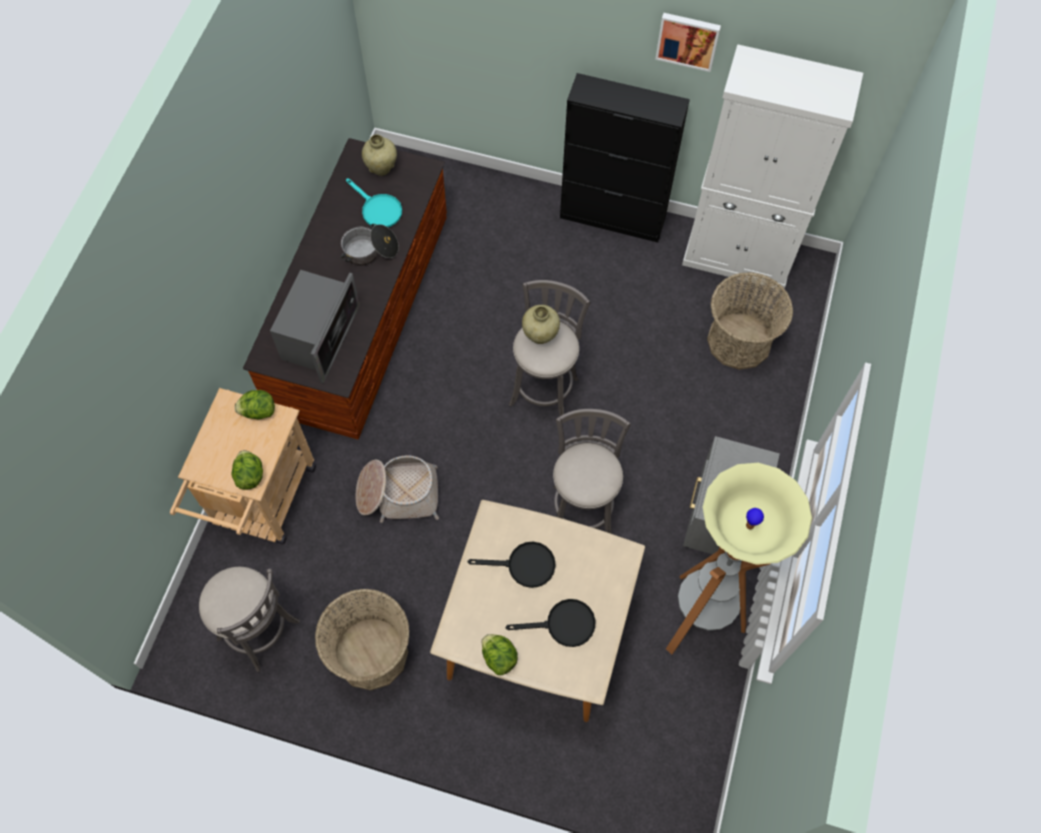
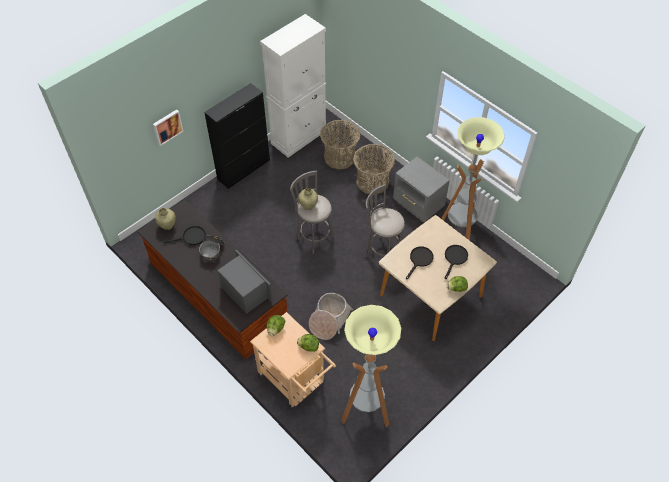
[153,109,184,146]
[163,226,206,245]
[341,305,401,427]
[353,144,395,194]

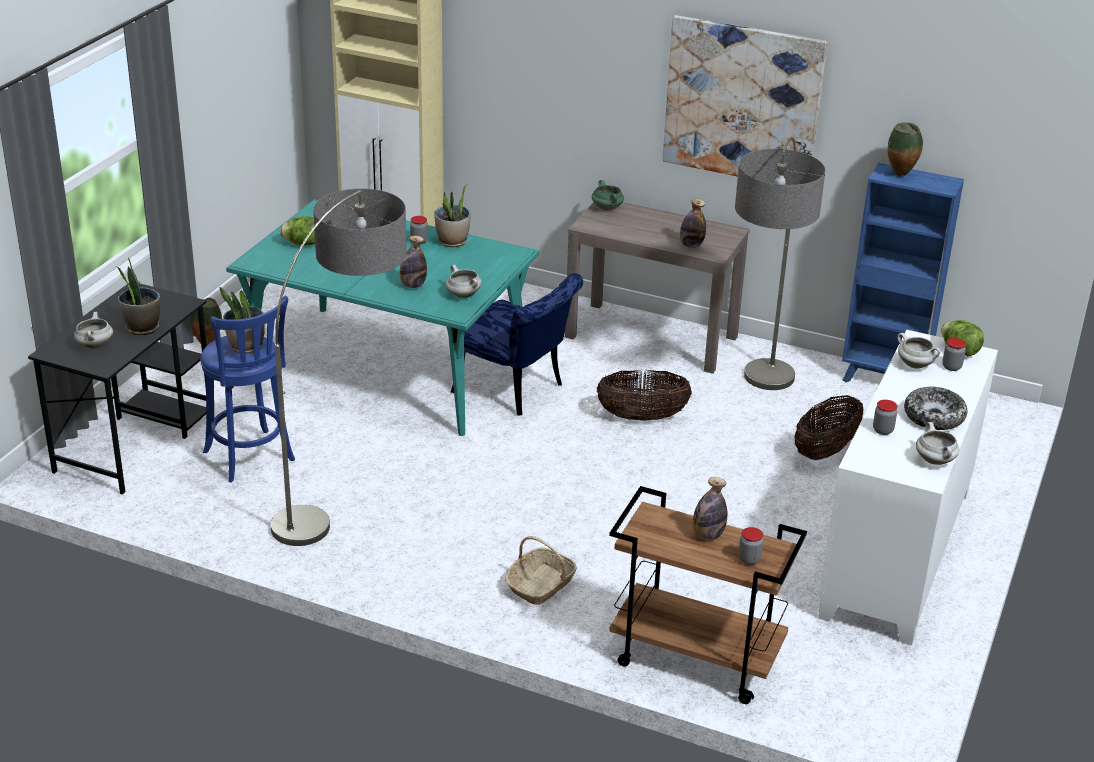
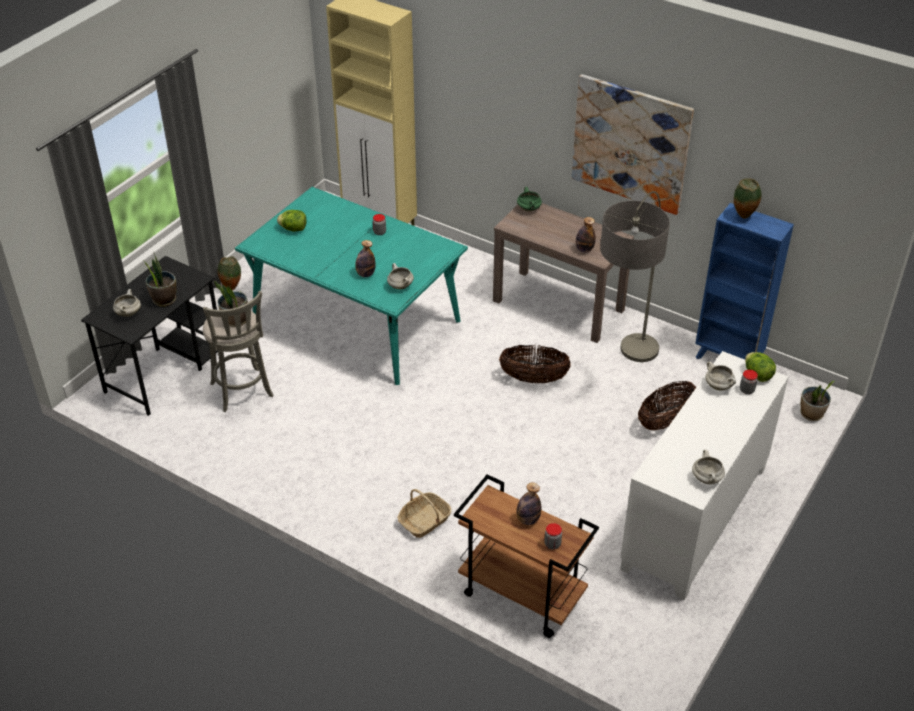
[203,291,274,412]
[800,381,834,421]
[271,189,407,546] (first image)
[451,273,583,416] (first image)
[873,400,897,435] (first image)
[904,387,967,430] (first image)

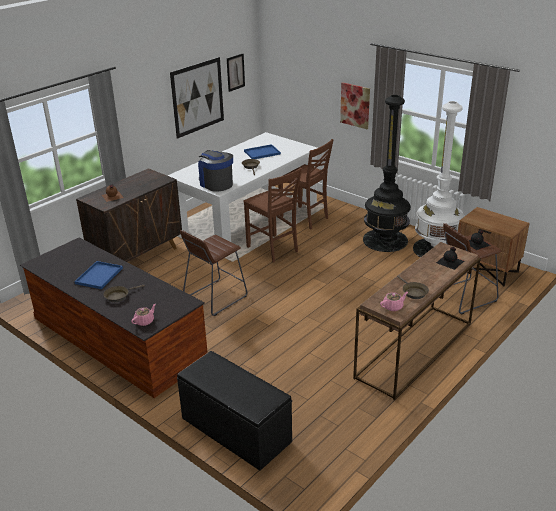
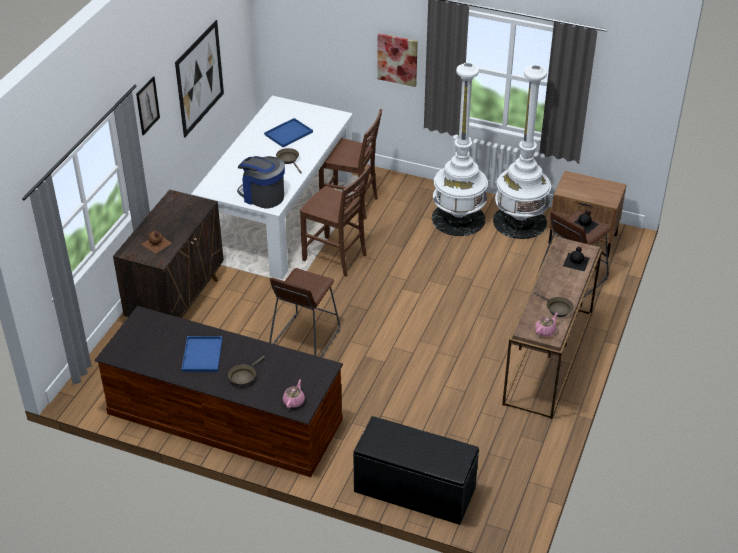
[136,76,160,135]
[432,62,488,236]

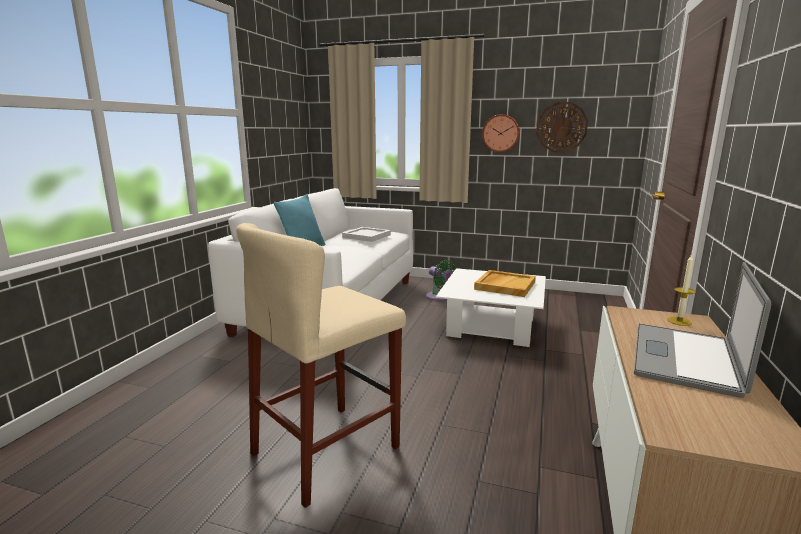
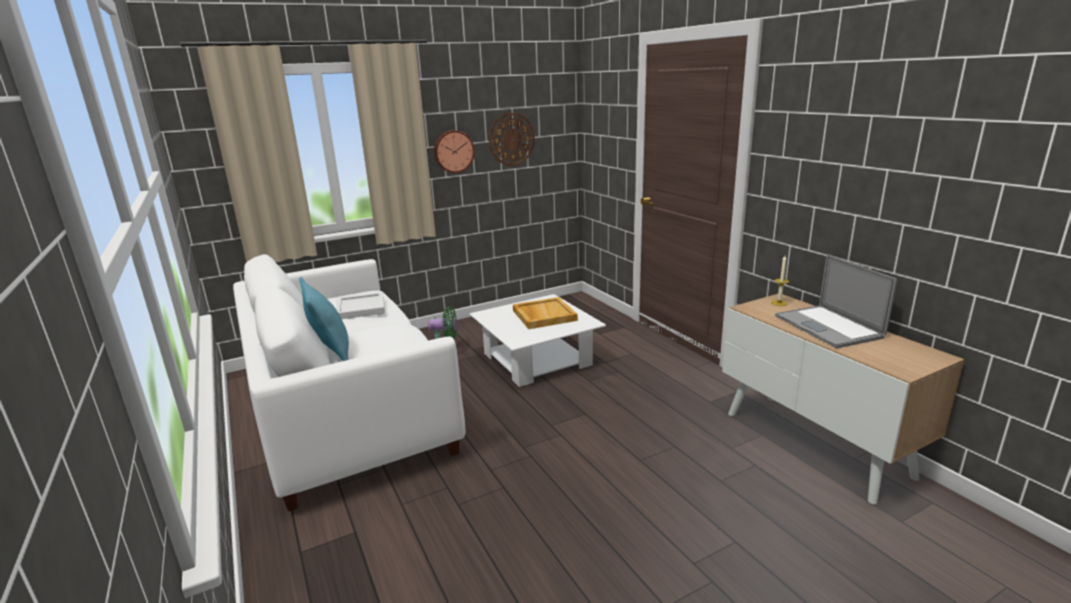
[236,223,406,508] (first image)

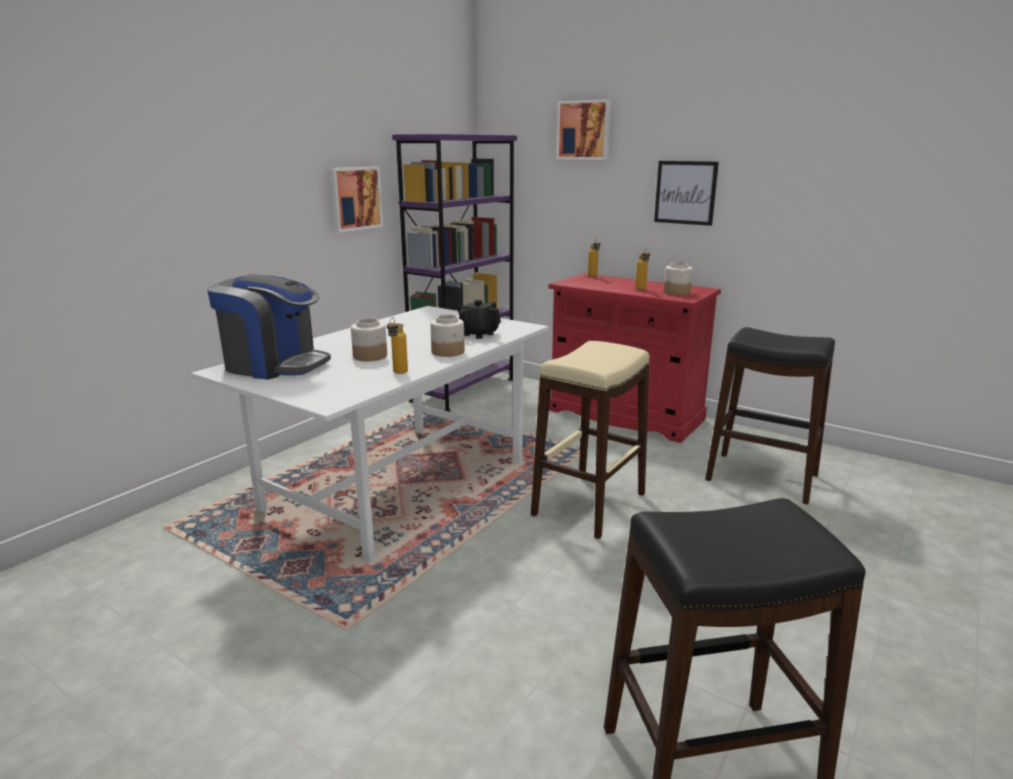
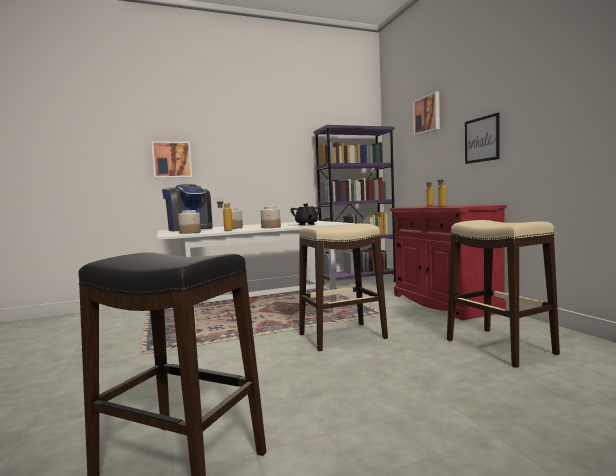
[152,141,192,178]
[178,210,201,234]
[447,220,560,368]

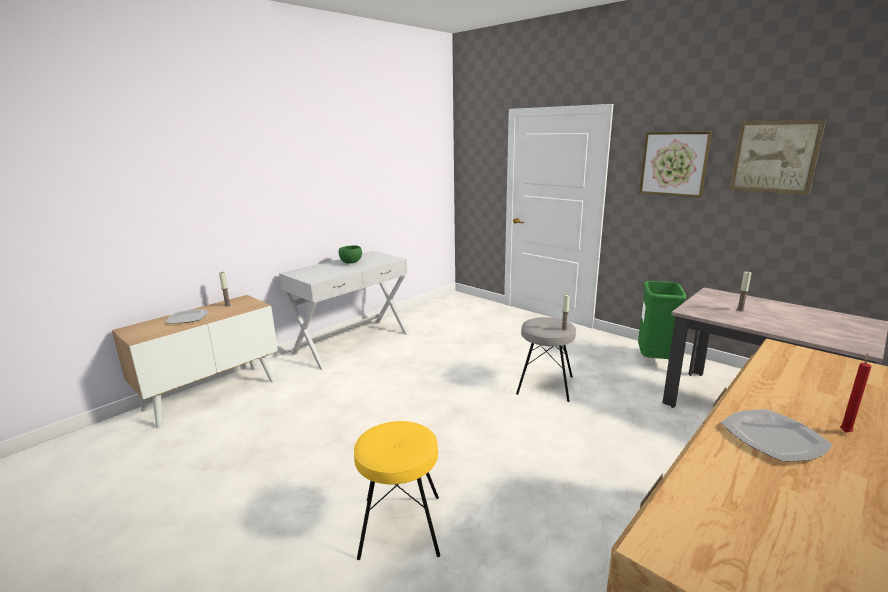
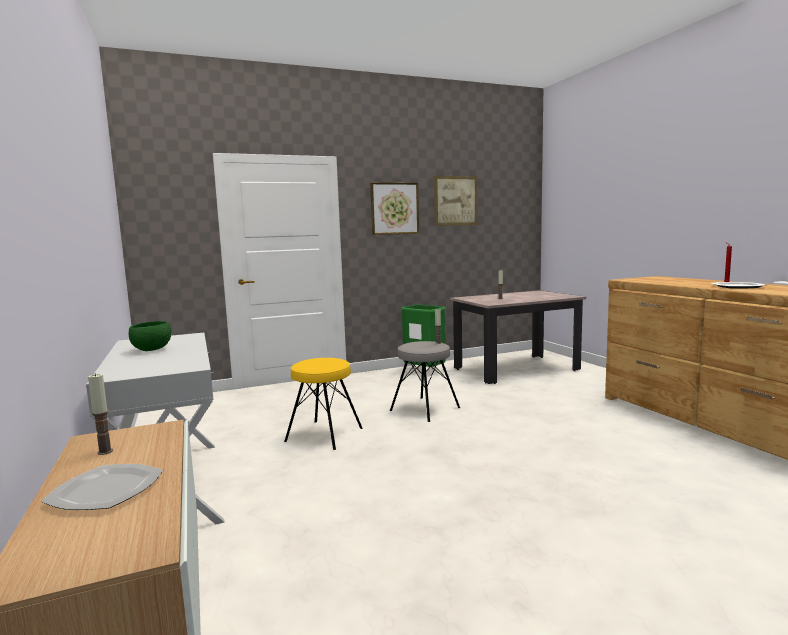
[284,358,363,450]

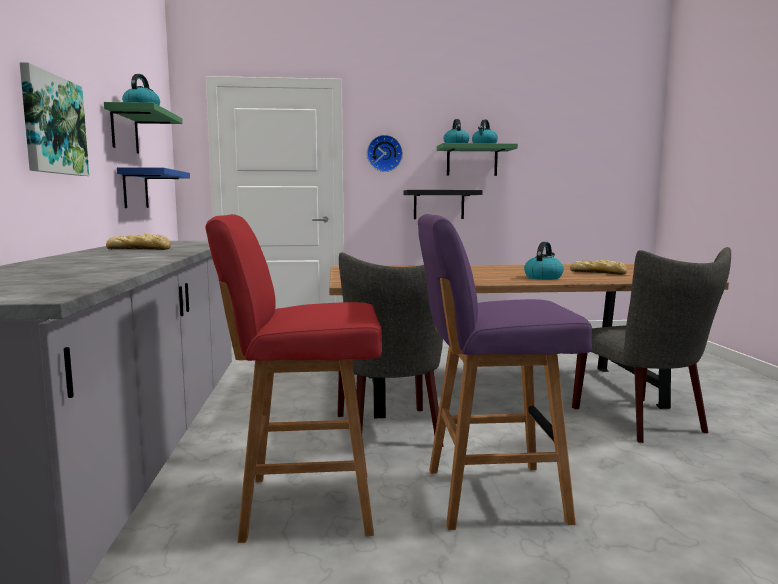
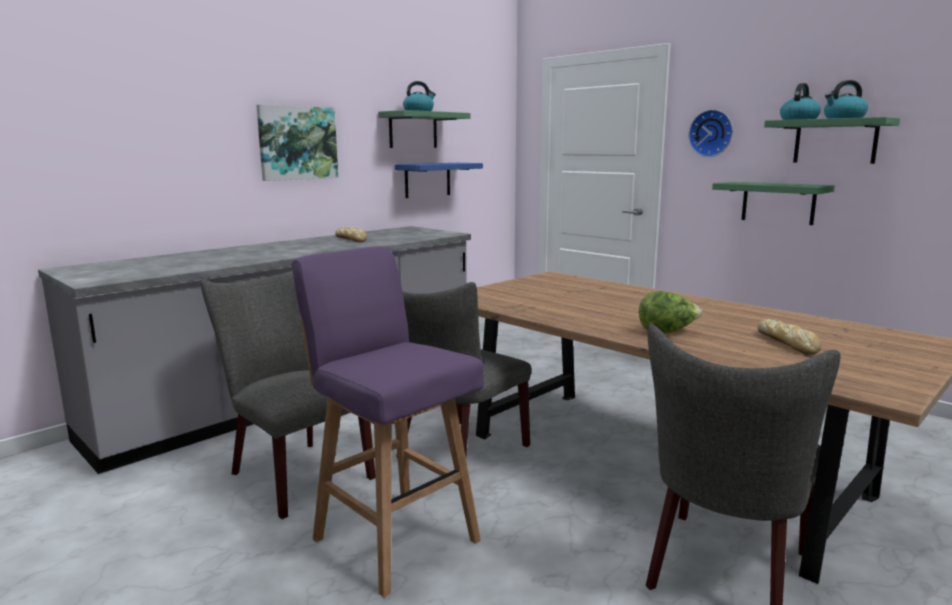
[201,271,376,519]
[639,291,703,334]
[712,181,835,225]

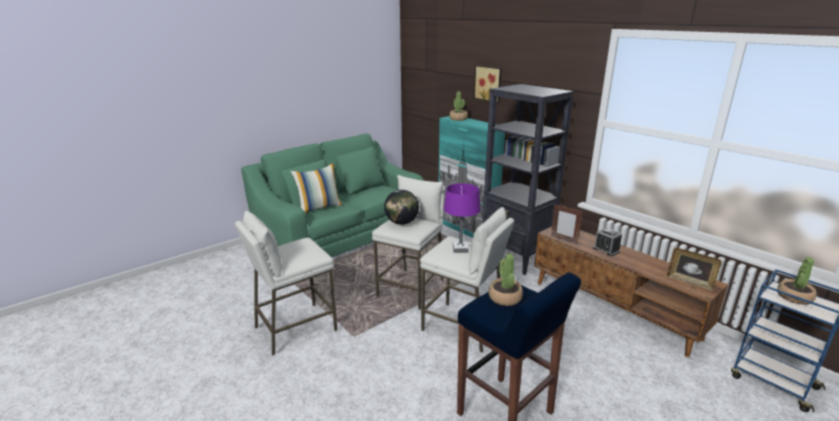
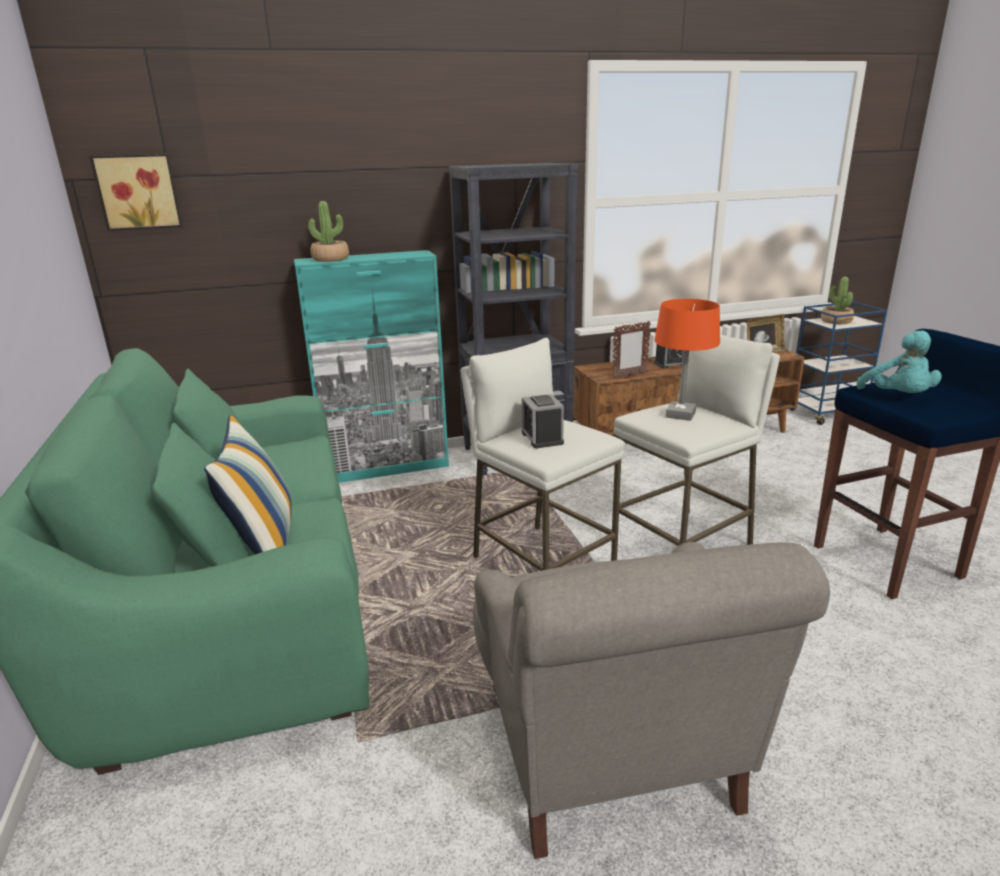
[90,154,182,231]
[473,542,830,859]
[522,394,564,448]
[655,299,720,421]
[857,330,942,393]

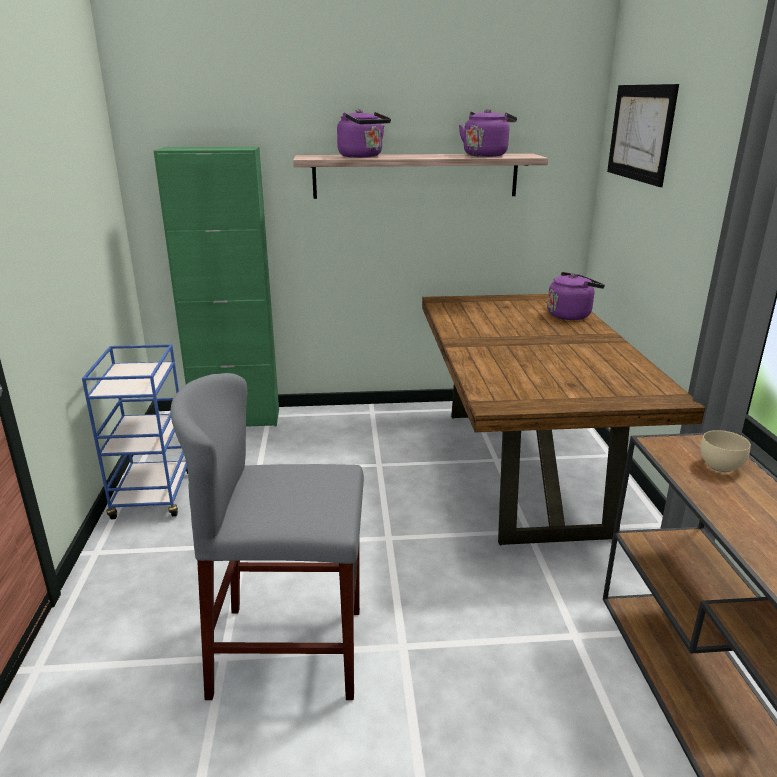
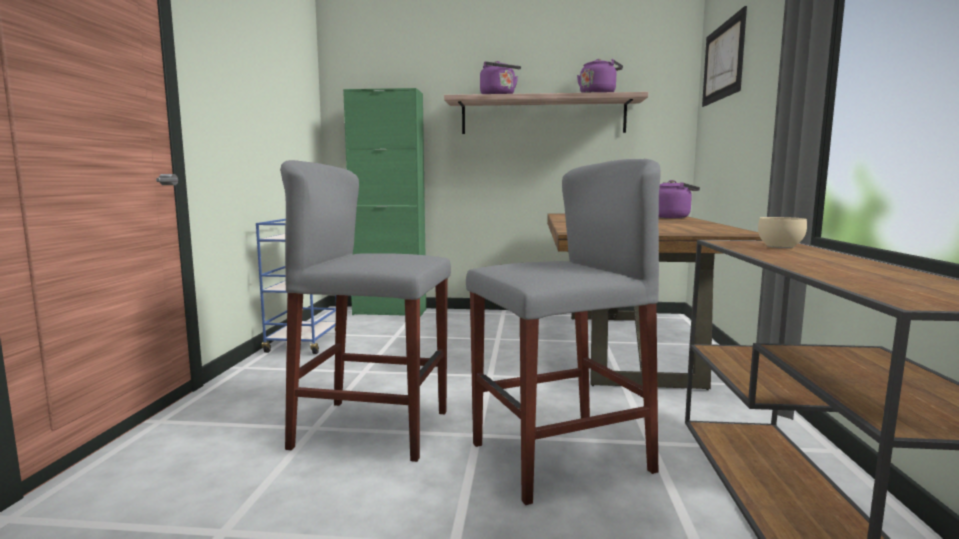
[466,159,661,505]

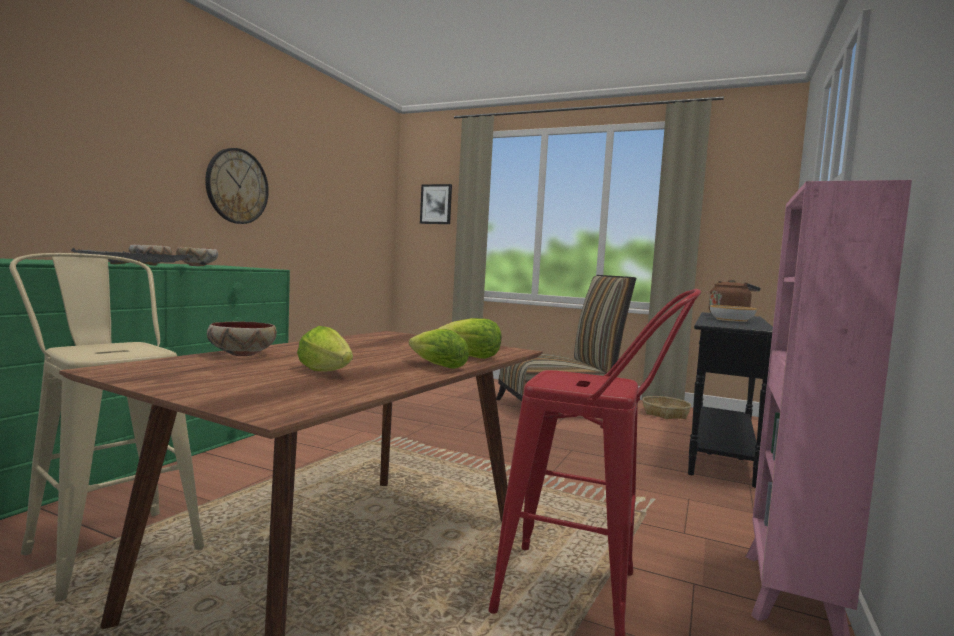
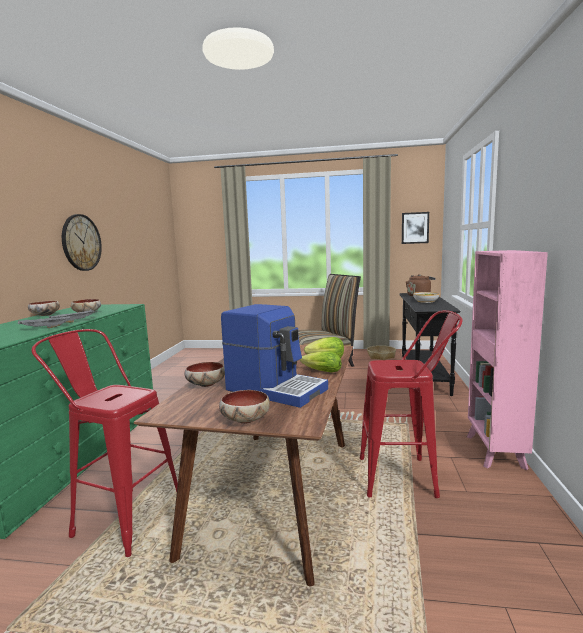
[32,329,178,557]
[219,390,270,424]
[221,304,328,408]
[402,212,429,244]

